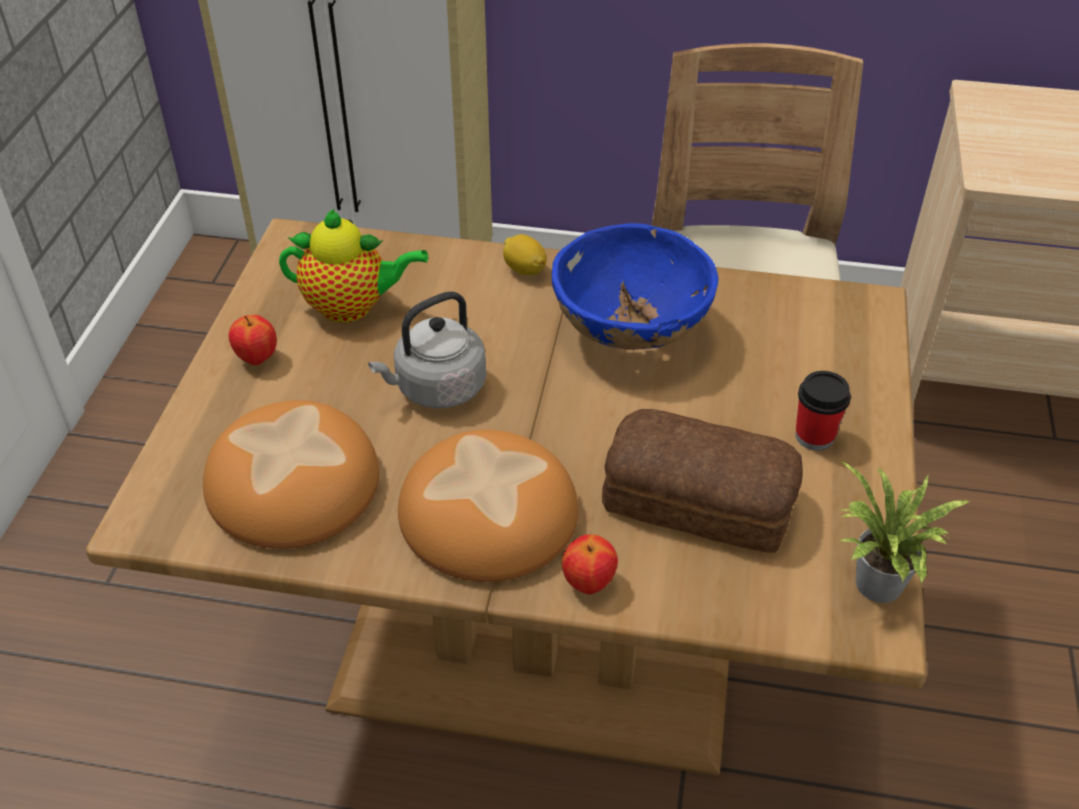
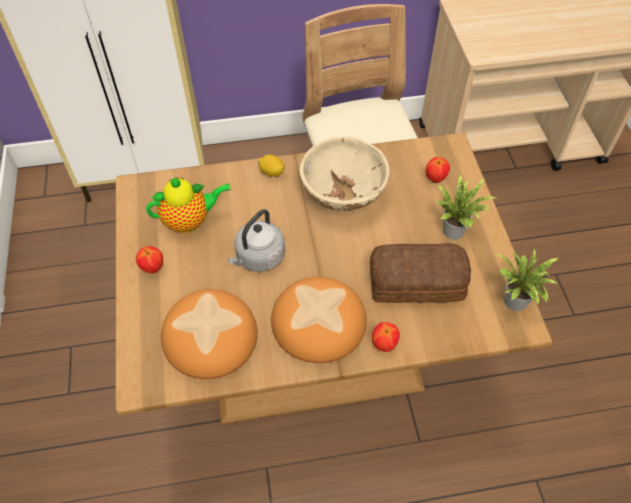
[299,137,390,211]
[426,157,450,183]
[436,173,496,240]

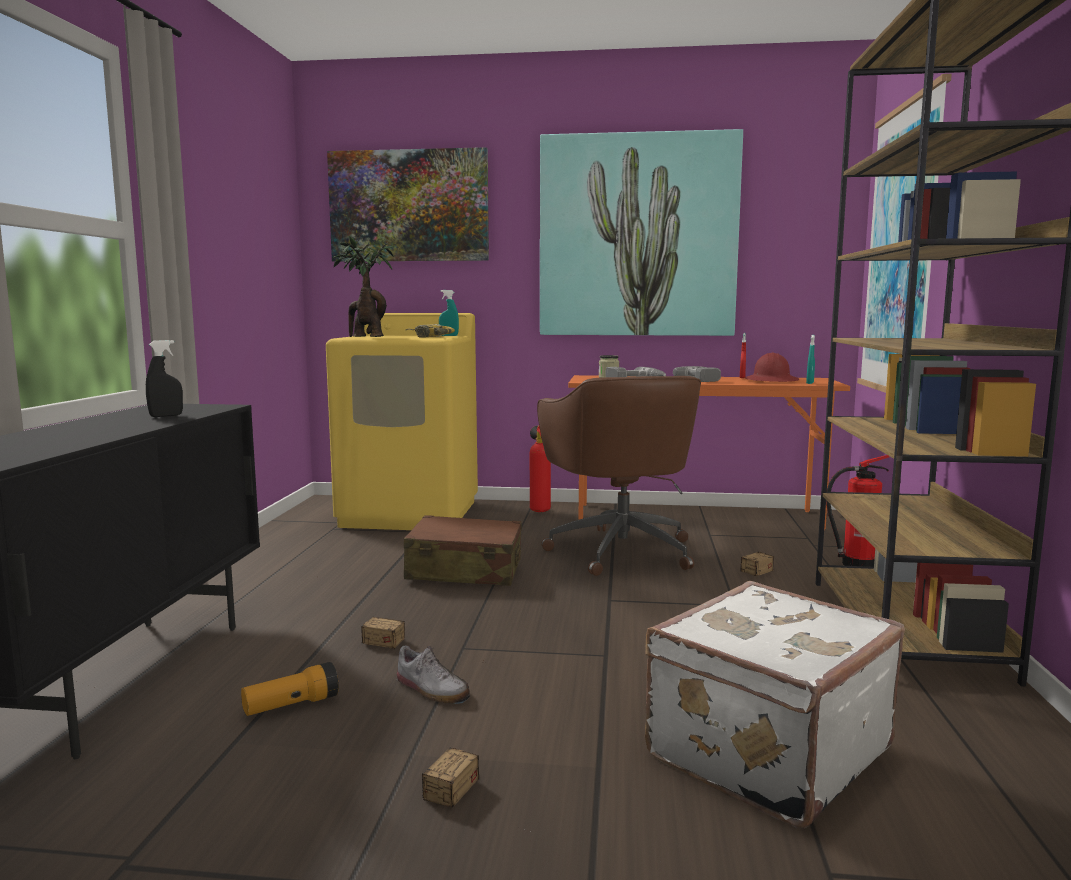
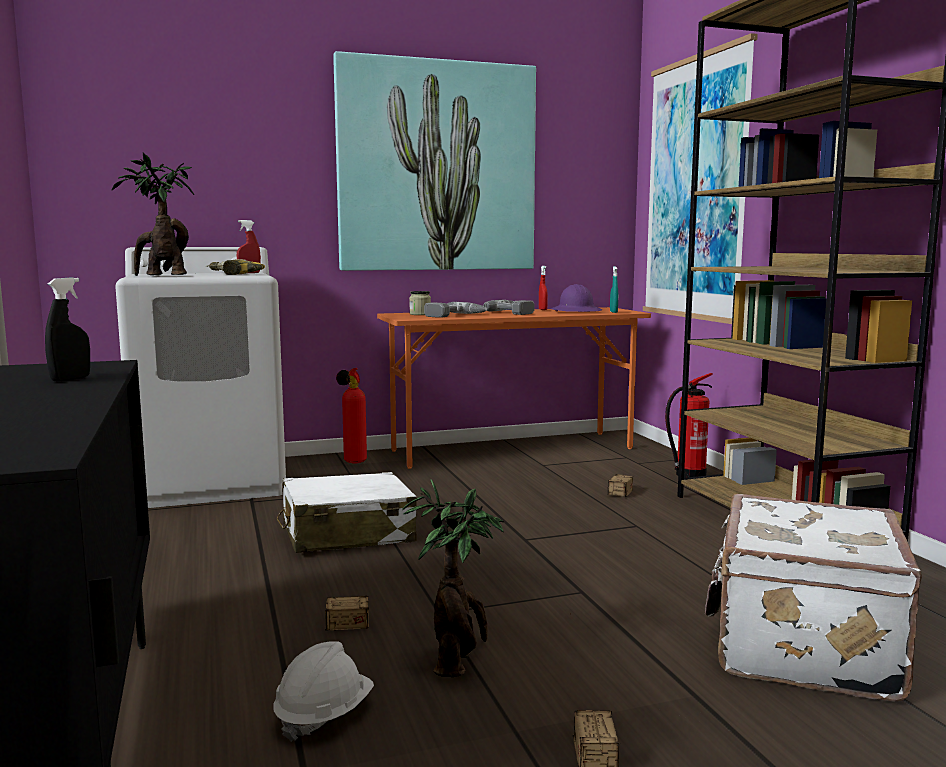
[115,247,286,508]
[237,220,261,273]
[273,641,374,742]
[277,472,417,553]
[402,479,504,677]
[551,284,602,312]
[327,147,489,262] (first image)
[537,376,701,576] (first image)

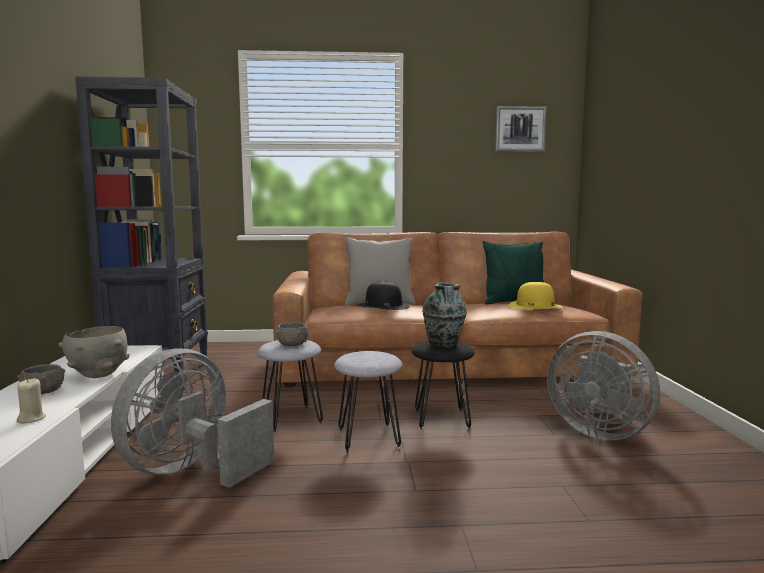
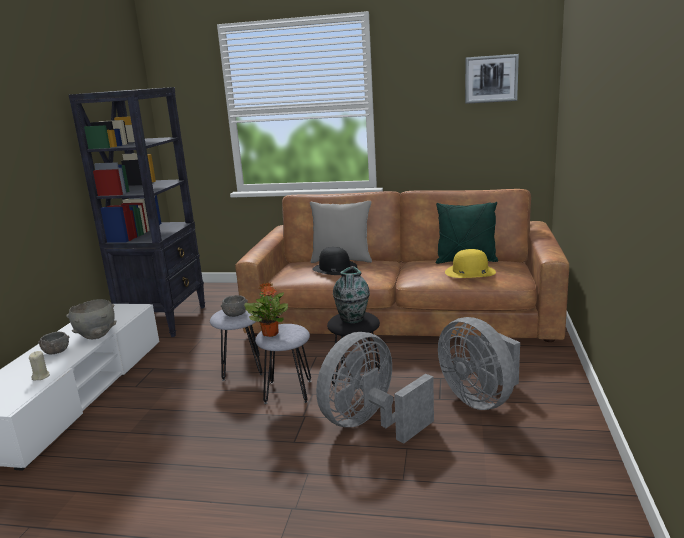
[244,282,288,337]
[316,332,434,444]

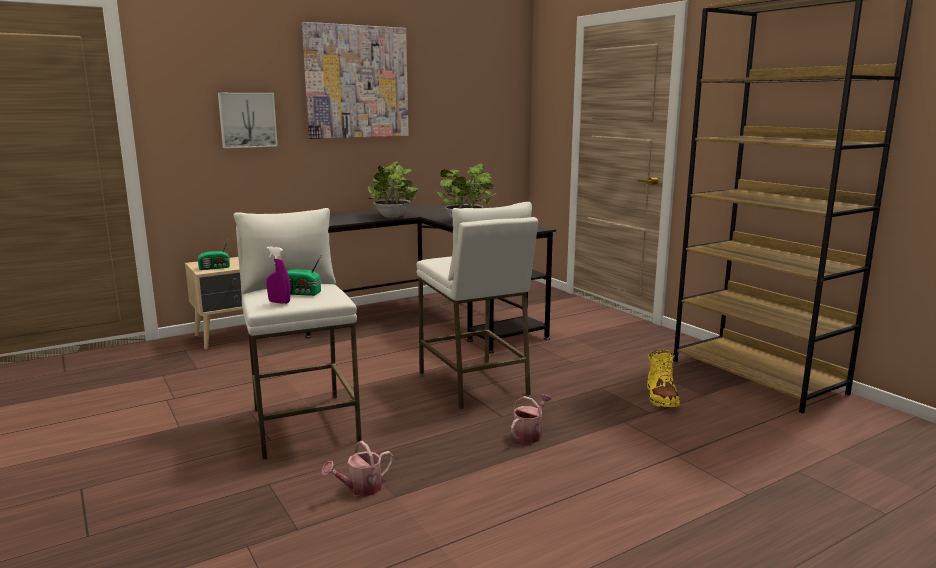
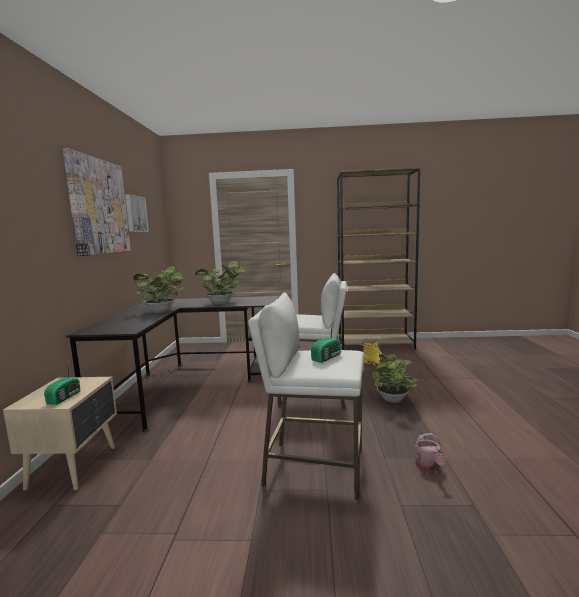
[125,194,149,232]
[372,354,417,403]
[266,247,290,304] (first image)

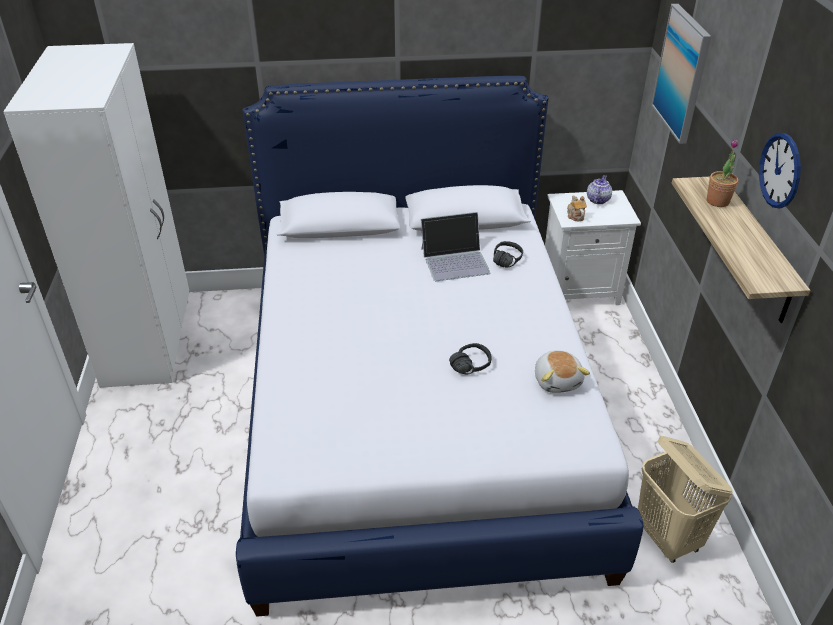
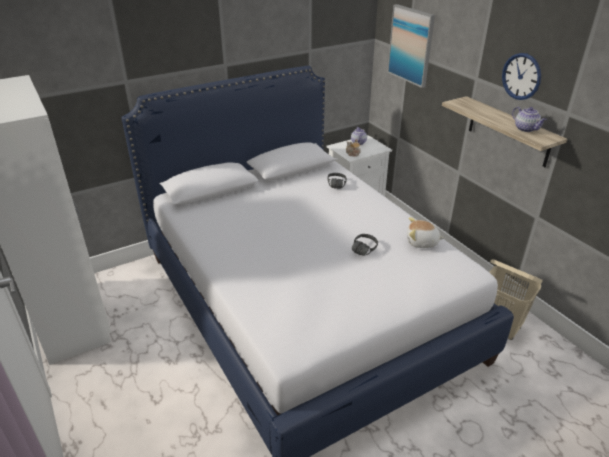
[407,217,445,248]
[512,107,547,132]
[421,212,491,281] (first image)
[707,139,738,207] (first image)

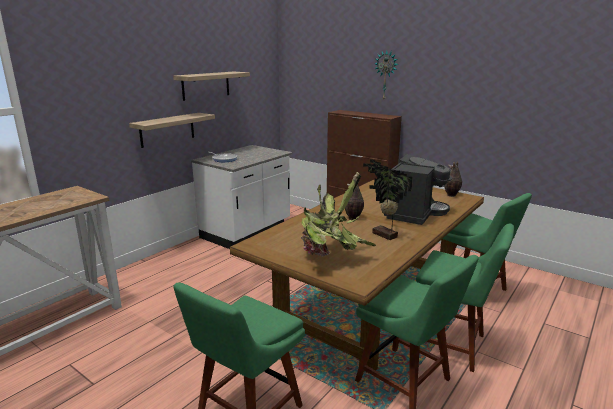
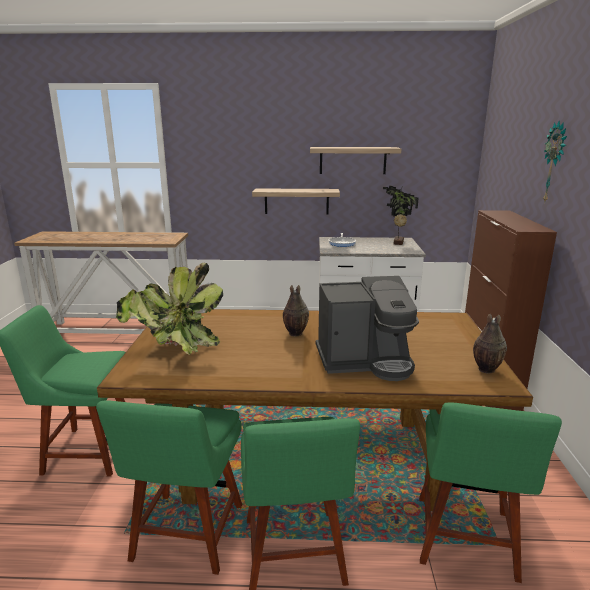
[383,185,419,245]

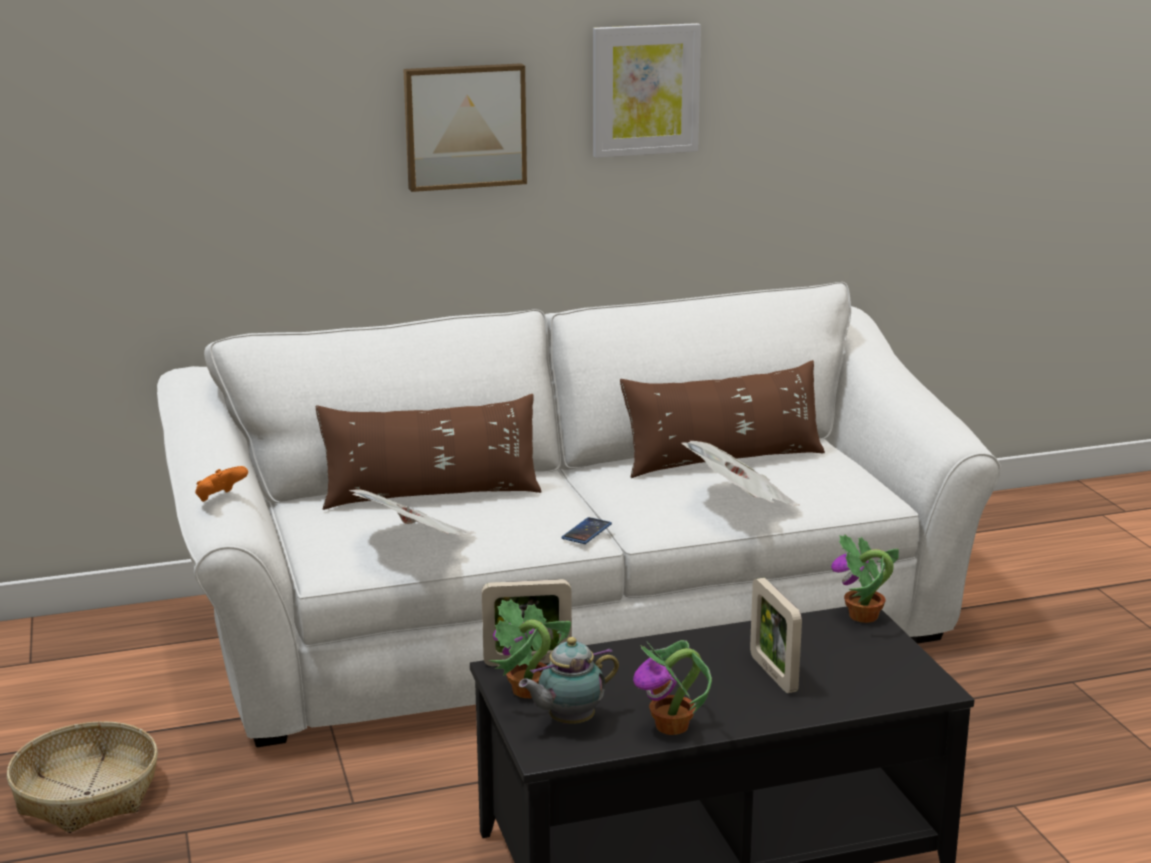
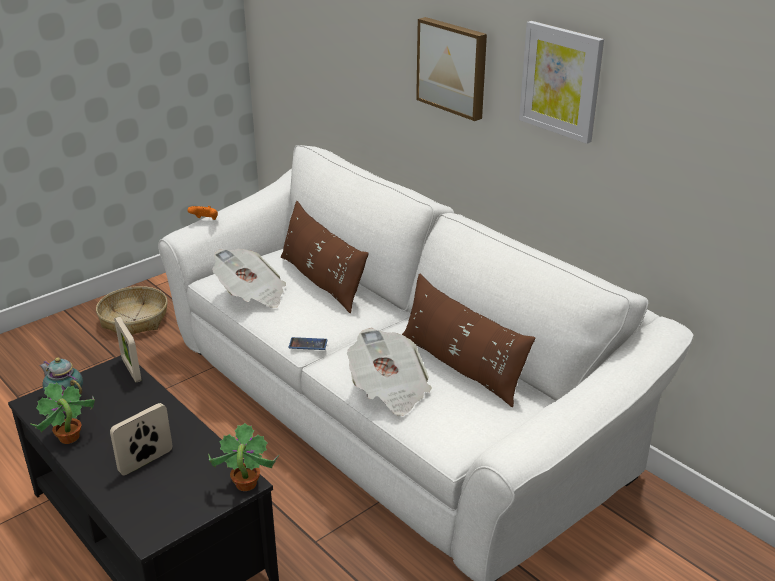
[489,600,571,698] (first image)

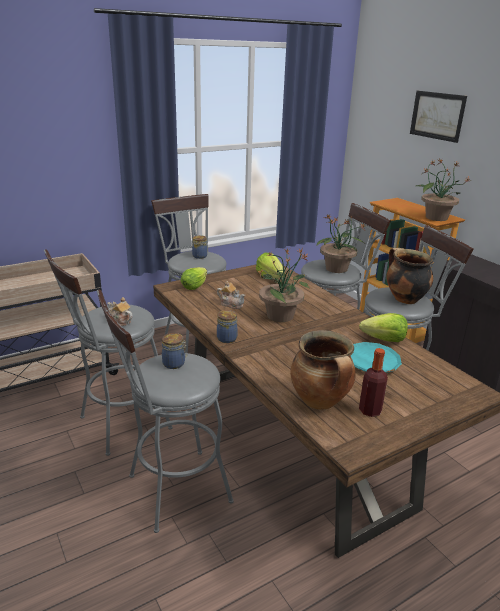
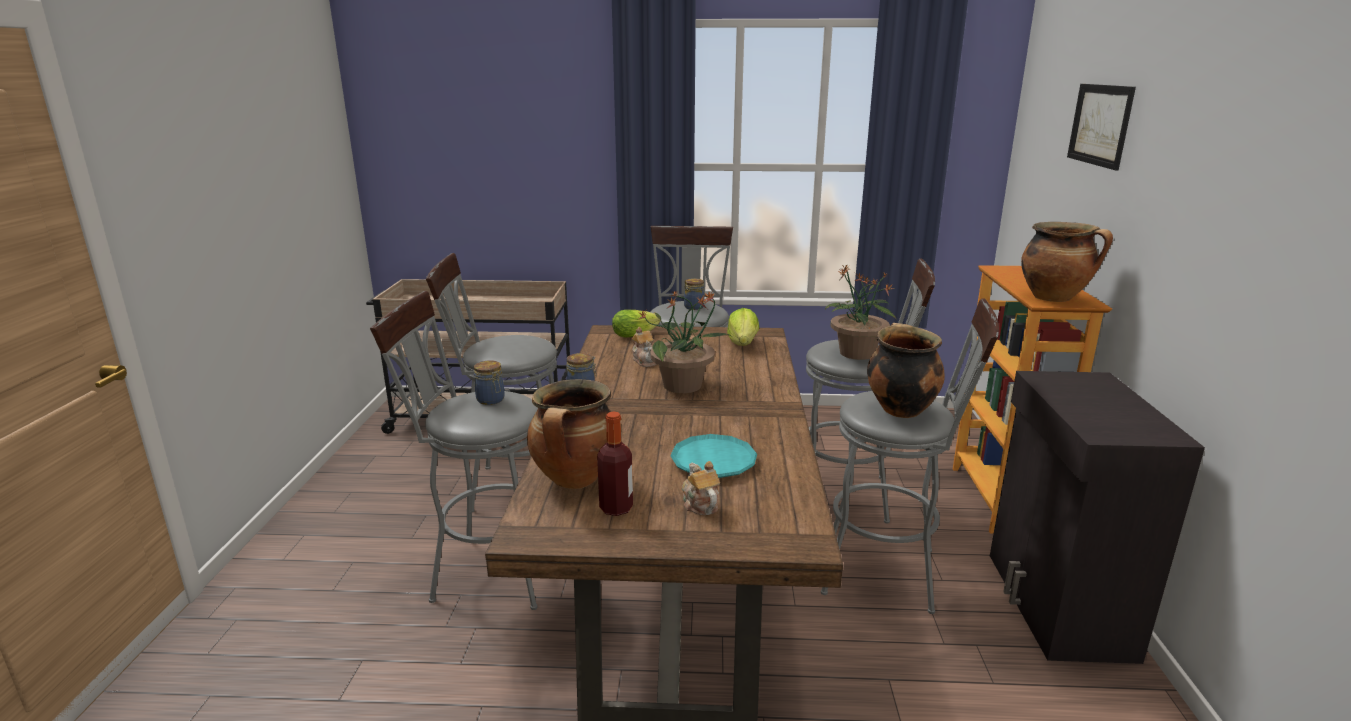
[682,461,720,515]
[1021,222,1113,302]
[359,313,408,342] (first image)

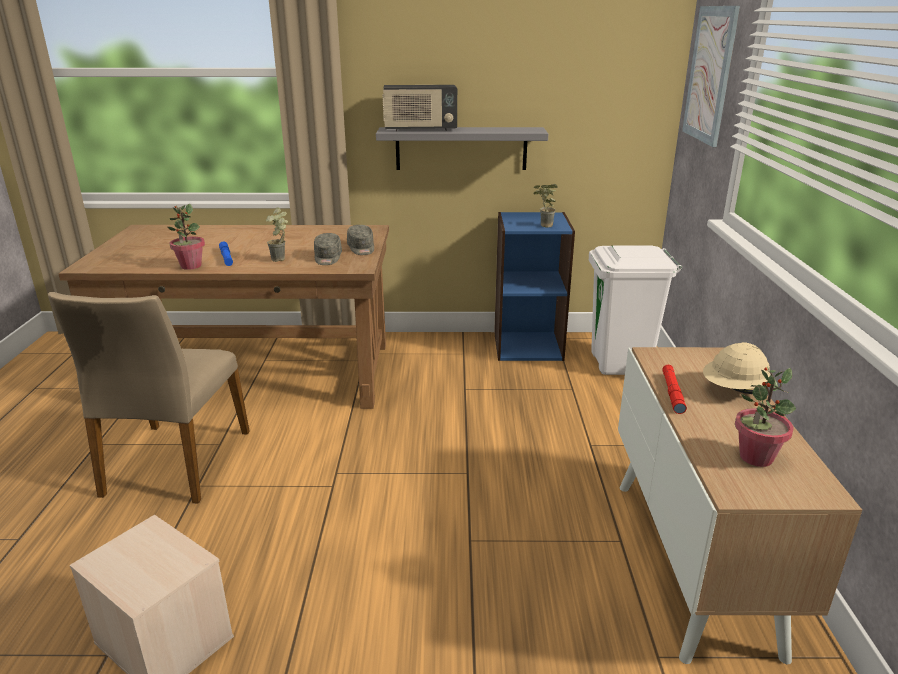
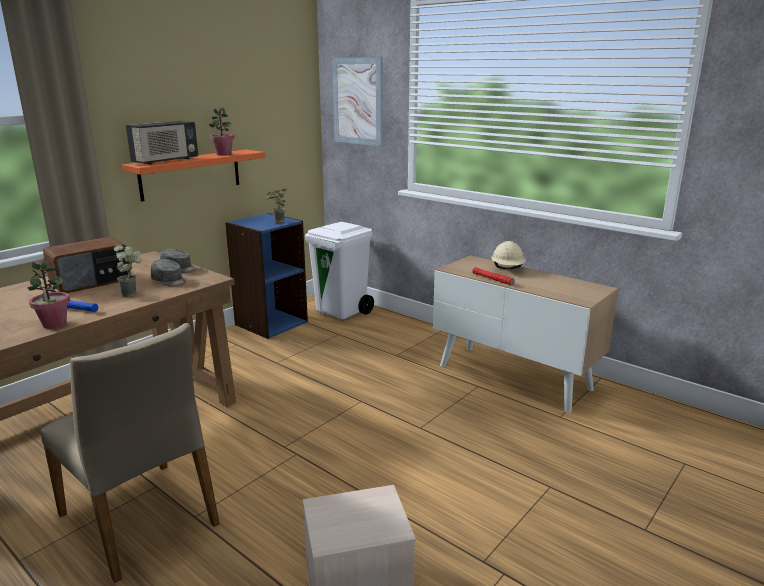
[43,237,131,293]
[122,150,265,201]
[209,108,235,156]

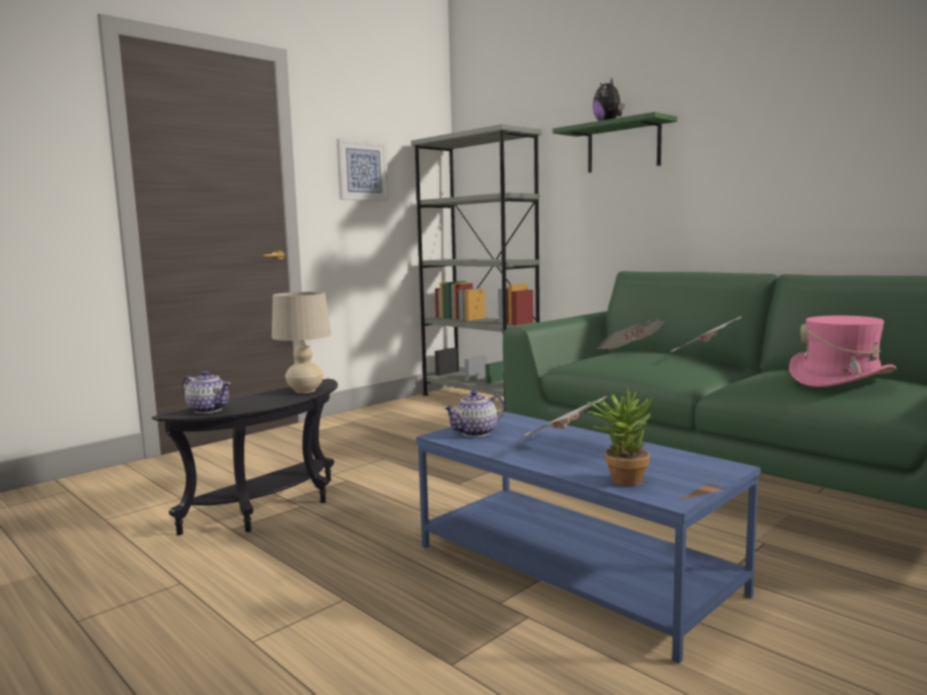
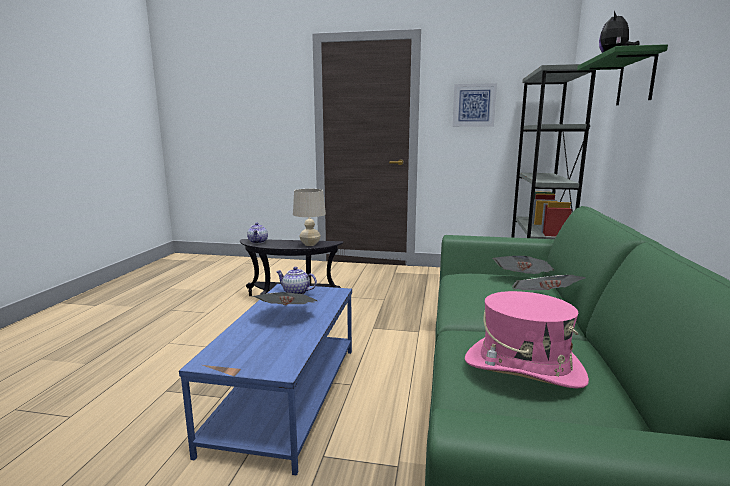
[587,385,653,486] (first image)

